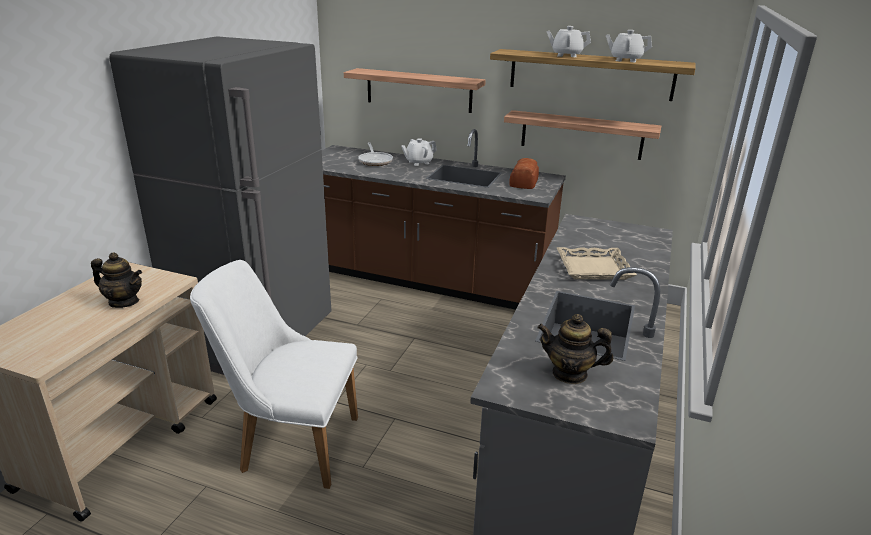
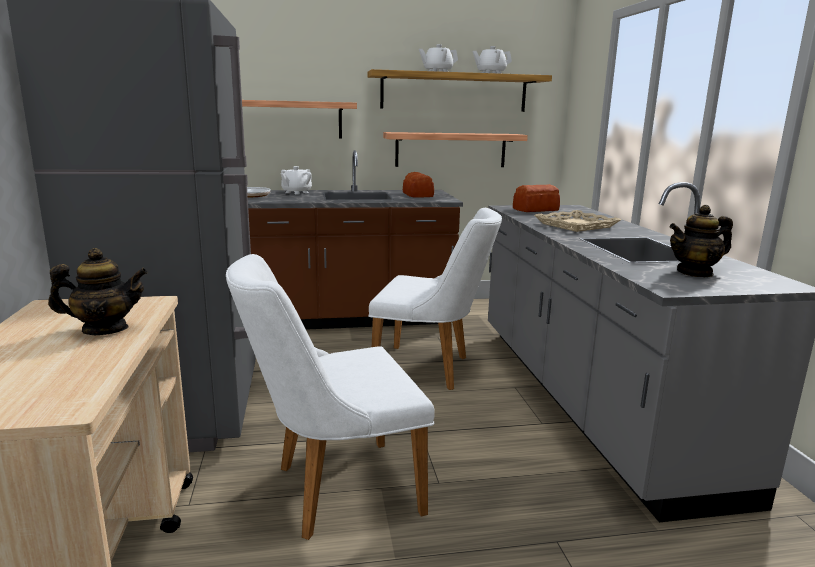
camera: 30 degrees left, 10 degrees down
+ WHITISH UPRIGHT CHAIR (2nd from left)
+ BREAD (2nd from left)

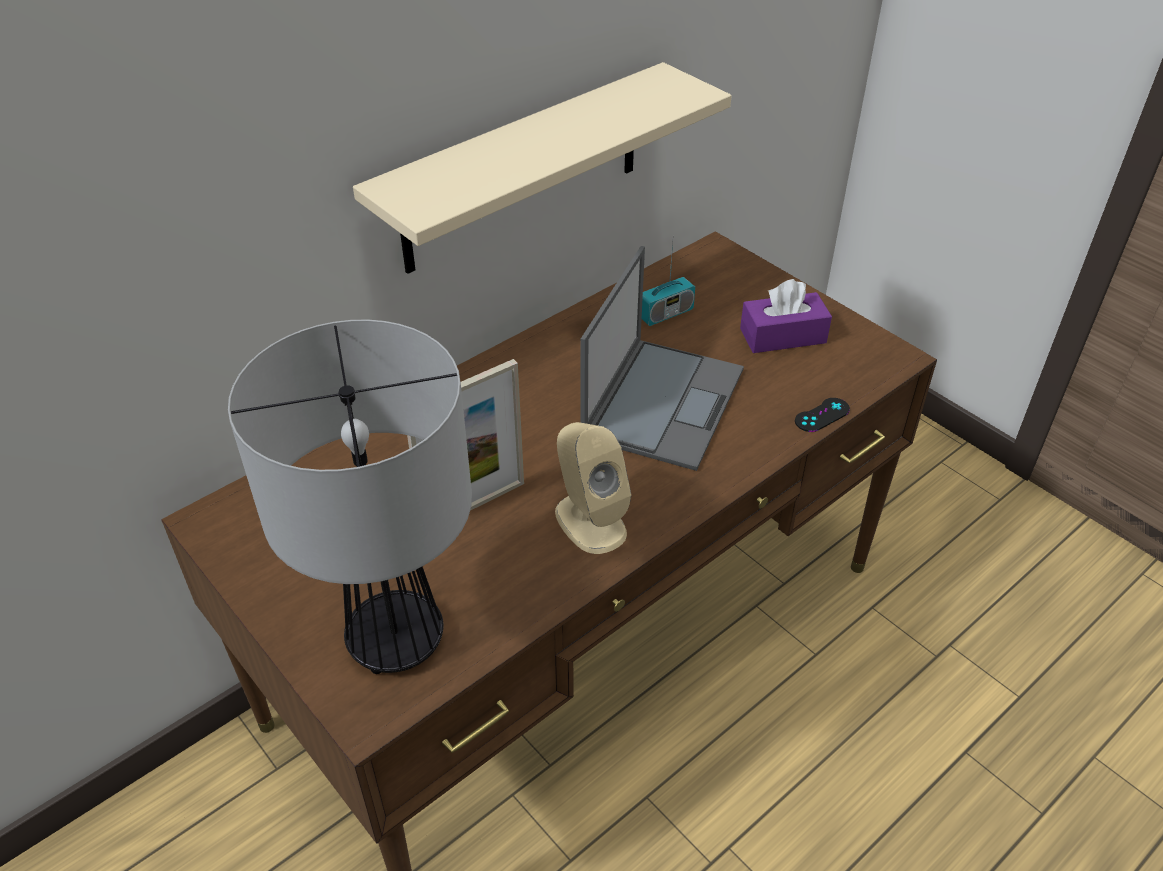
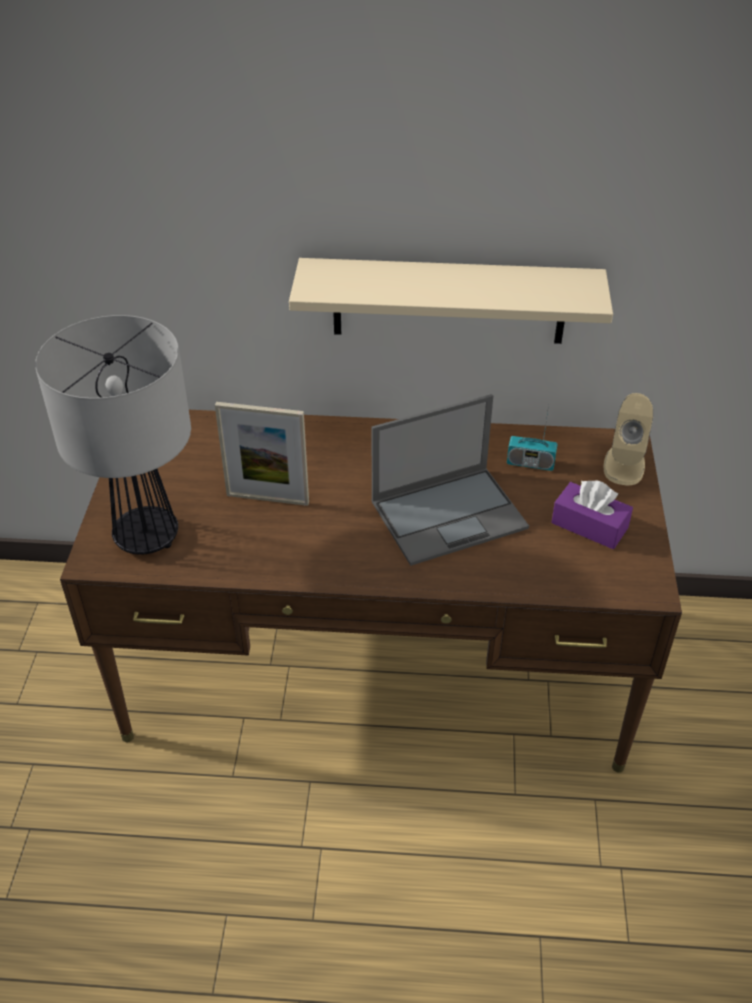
camera: 45 degrees right, 0 degrees up
~ SAND-COLOURED SPEAKER
- BLACK-COLOURED GAME CONTROLLER

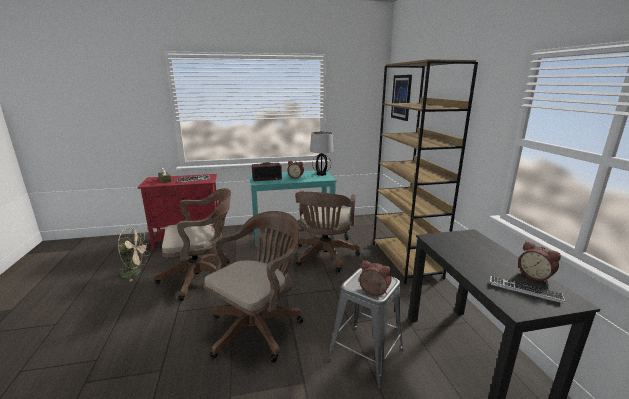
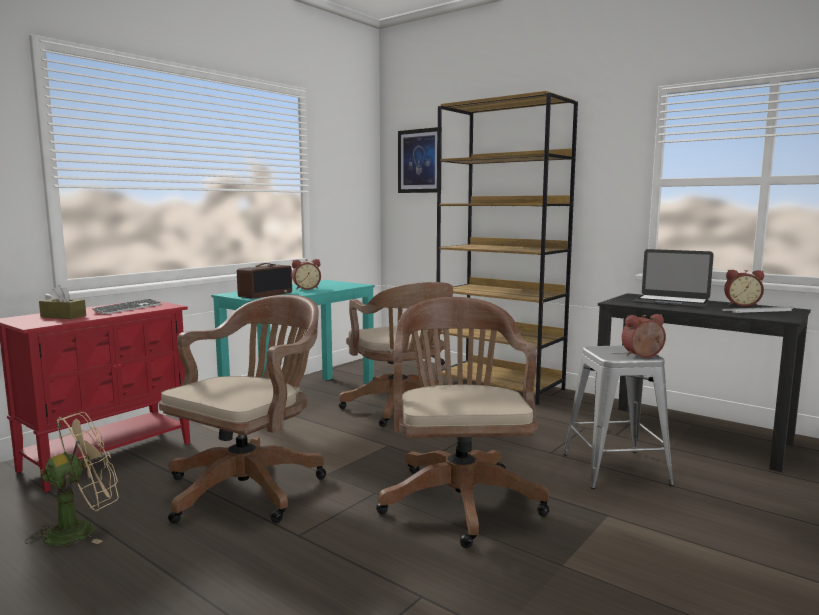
camera: 40 degrees left, 10 degrees down
+ NOTEBOOK COMPUTER
- TABLETOP LAMP

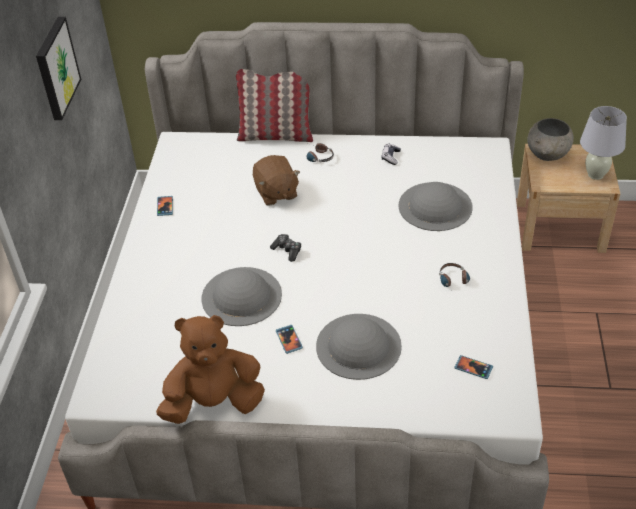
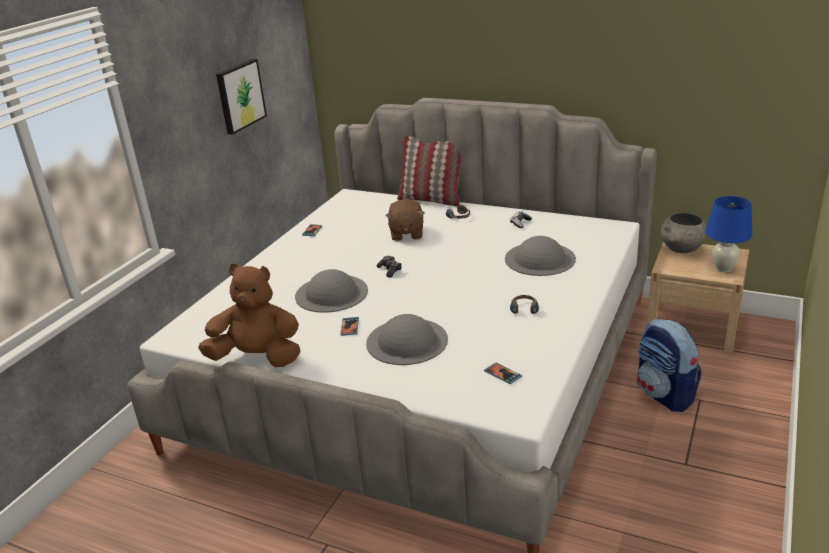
camera: 20 degrees right, 15 degrees down
+ KNAPSACK
~ WHITISH TABLETOP LAMP to BLUE TABLETOP LAMP

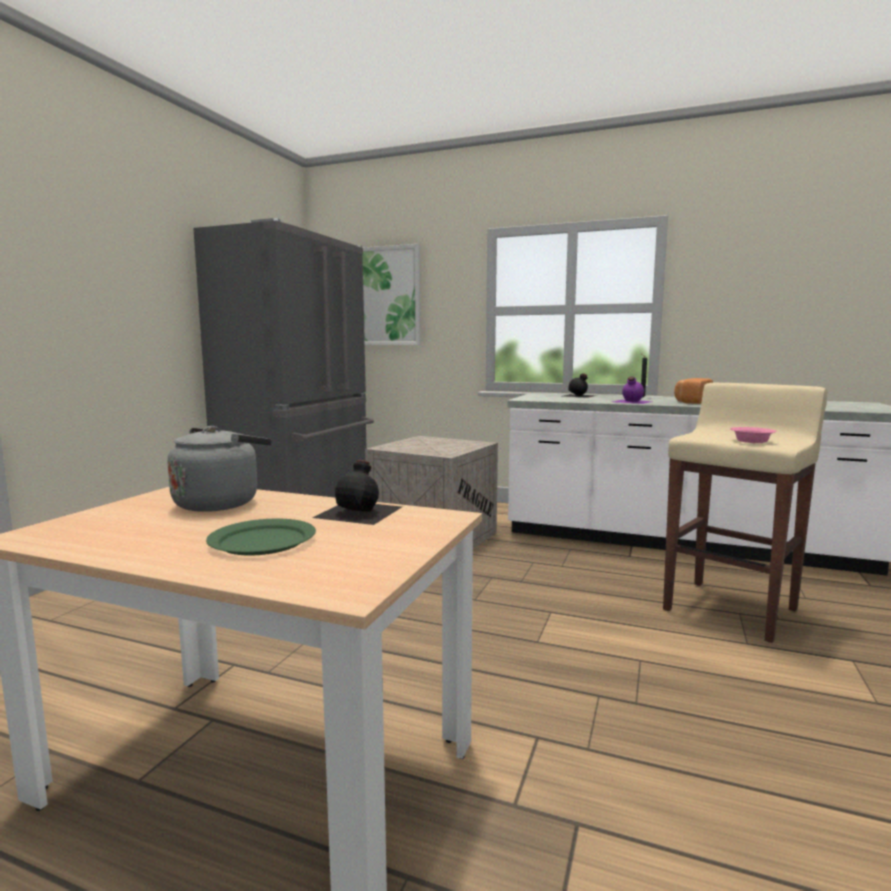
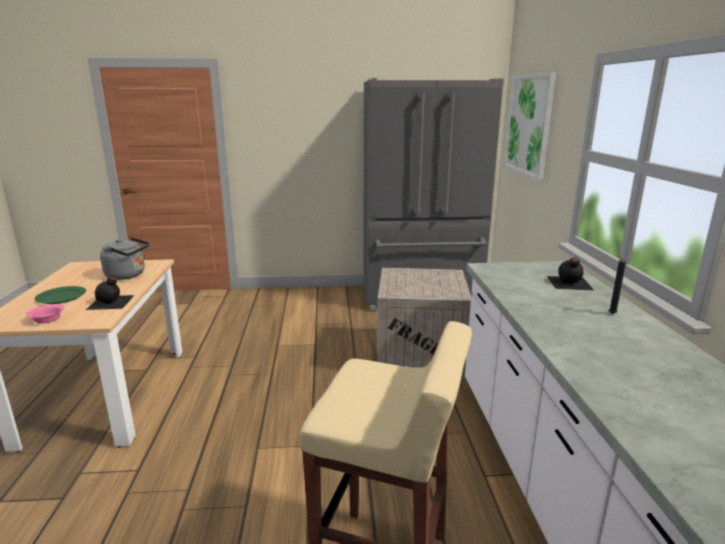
camera: 65 degrees right, 10 degrees up
~ PINK SERVING BOWL
- PURPLE-COLOURED BEVERAGE BOTTLE
- BREAD

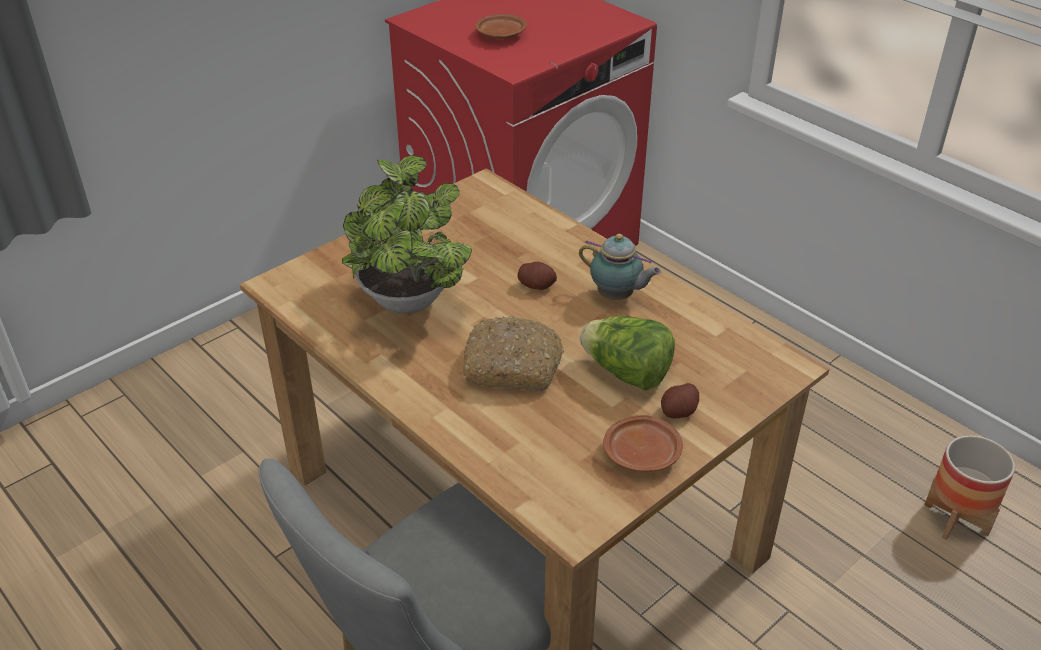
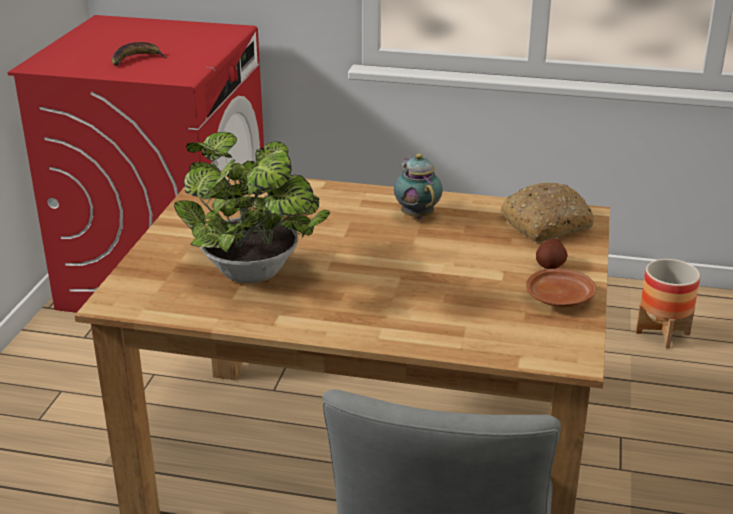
camera: 35 degrees left, 10 degrees down
~ BROWN-COLOURED PLATE (1st from left) to BANANA
~ TEAPOT 105 degrees counterclockwise
~ BREAD
- SPUD (1st from left)
- LETTUCE HEAD

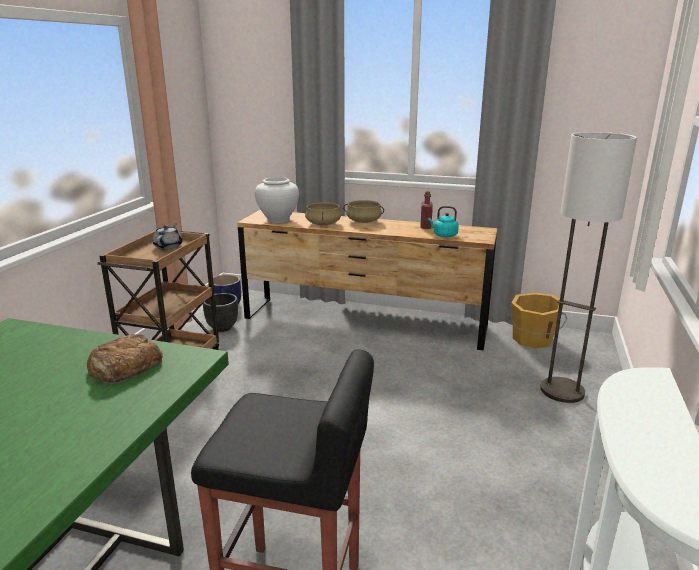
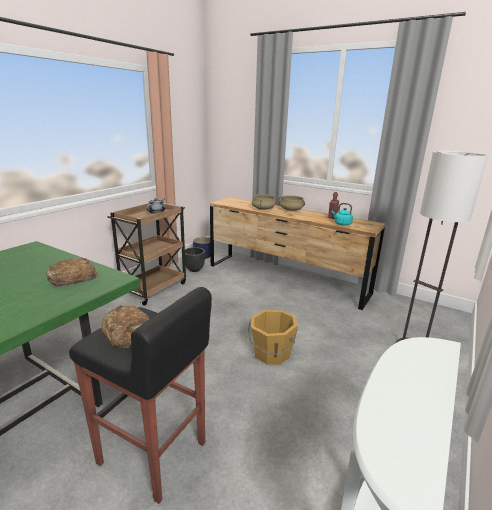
camera: 15 degrees right, 0 degrees up
+ BREAD (2nd from left)
~ ORANGE-COLOURED BUCKET
- WHITISH FLOWER VASE

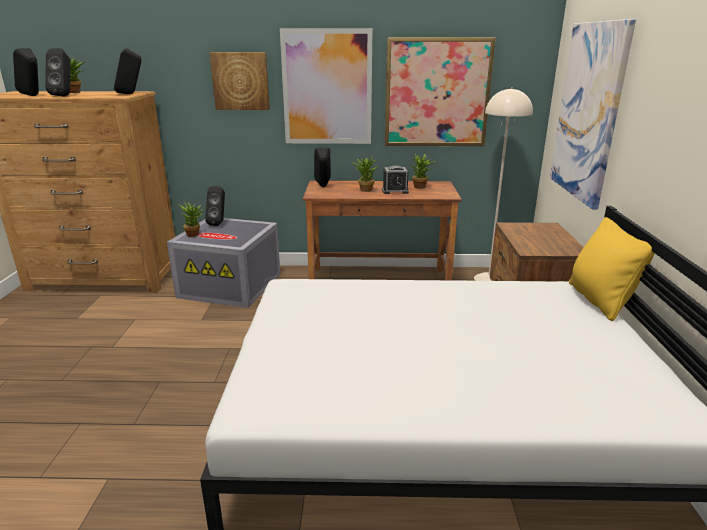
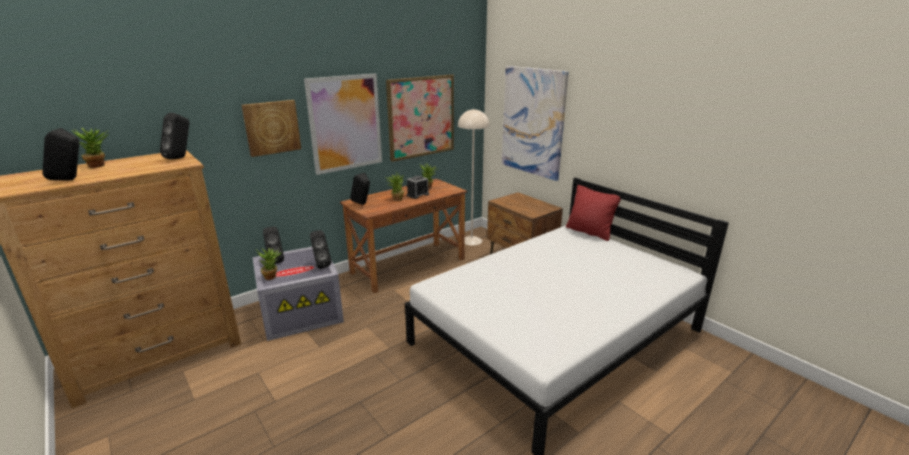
camera: 40 degrees left, 0 degrees up
~ BLACK-COLOURED SPEAKER (2nd from left in the first image) to BLACK-COLOURED SPEAKER (4th from left)
~ YELLOW PILLOW to RED-COLOURED PILLOW

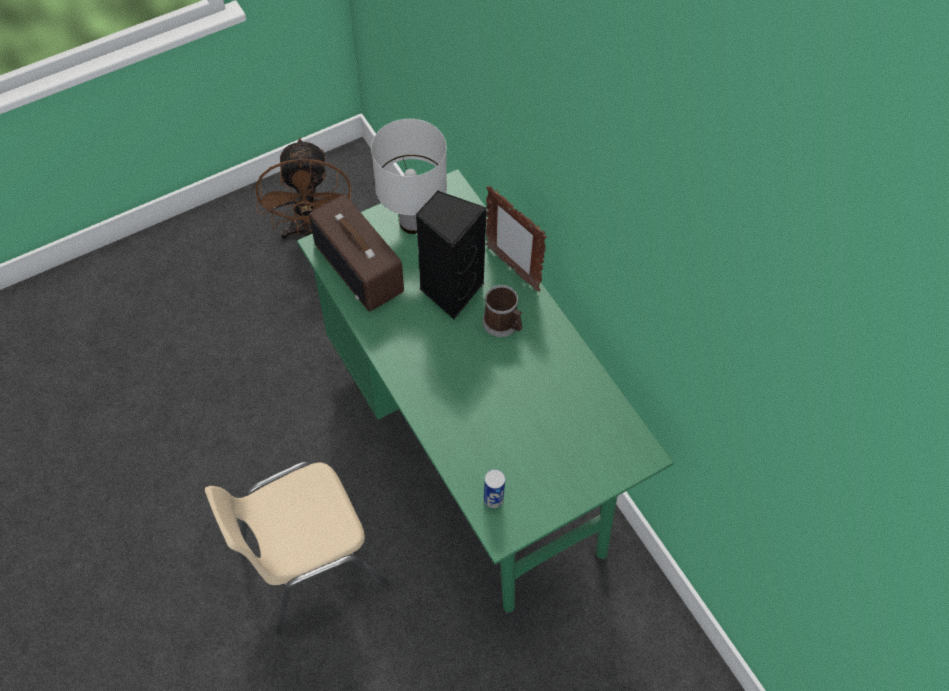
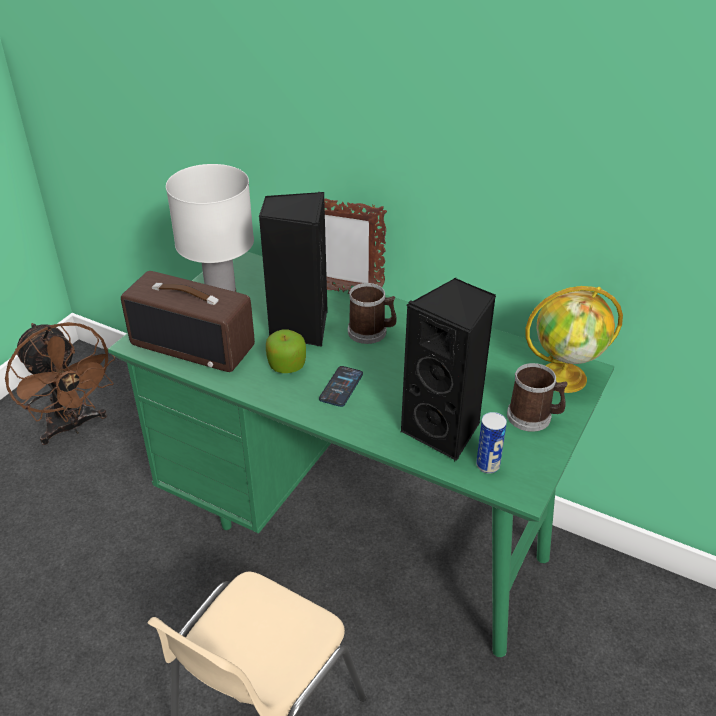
camera: 30 degrees left, 20 degrees down
+ WHOLE APPLE
+ PHONE
+ BLACK-COLOURED SPEAKER (2nd from left)
+ COFFEE MUG (2nd from left)
+ GLOBE

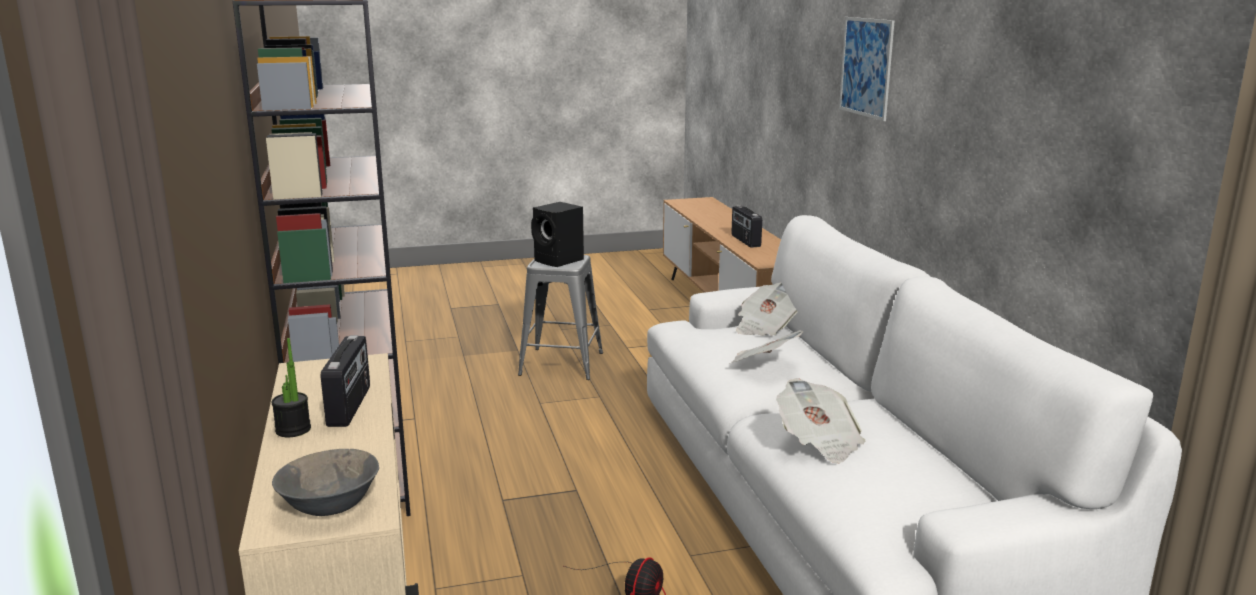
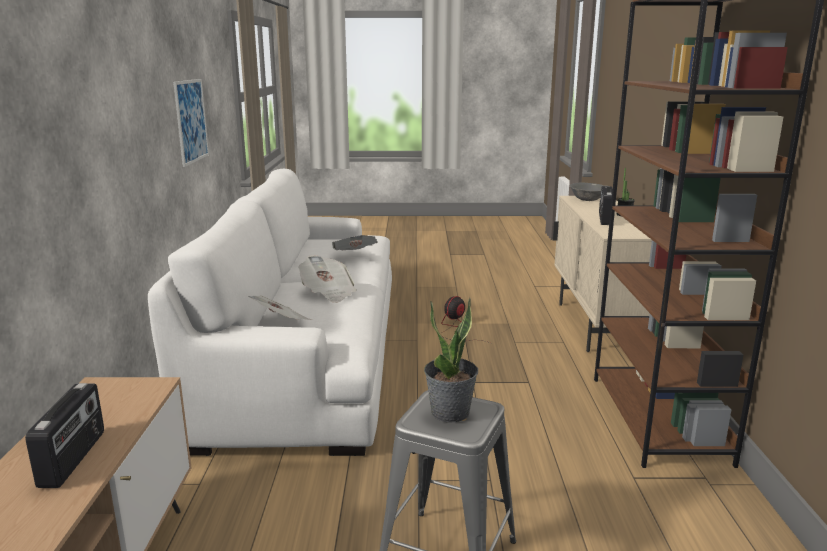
camera: 165 degrees left, 0 degrees up
~ WALL ART
~ BLACK-COLOURED SPEAKER to POTTED PLANT (1st from left)

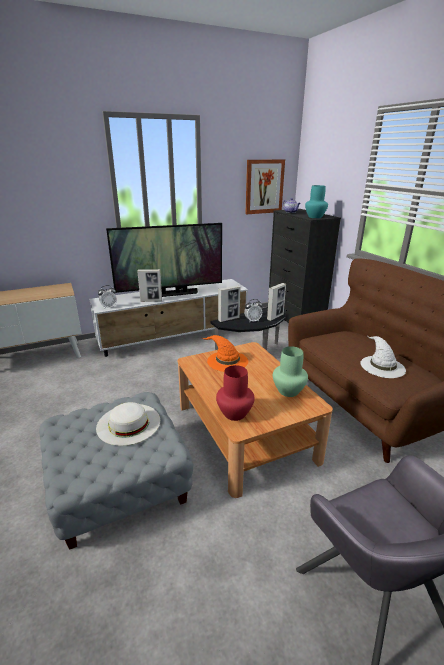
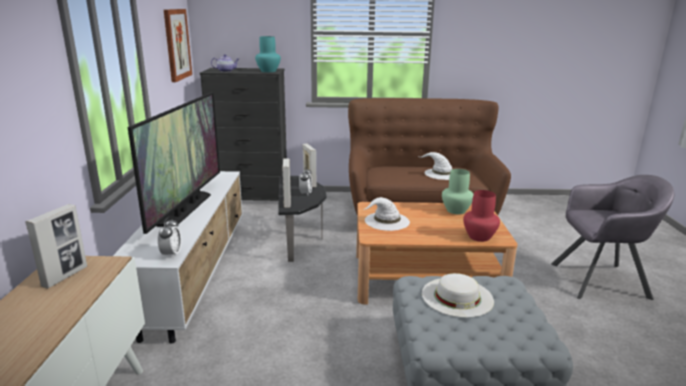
camera: 65 degrees left, 5 degrees down
~ PHOTO FRAME (1st from left)
~ ORANGE-COLOURED WEARABLE HAT to WHITISH WEARABLE HAT (1st from left)

